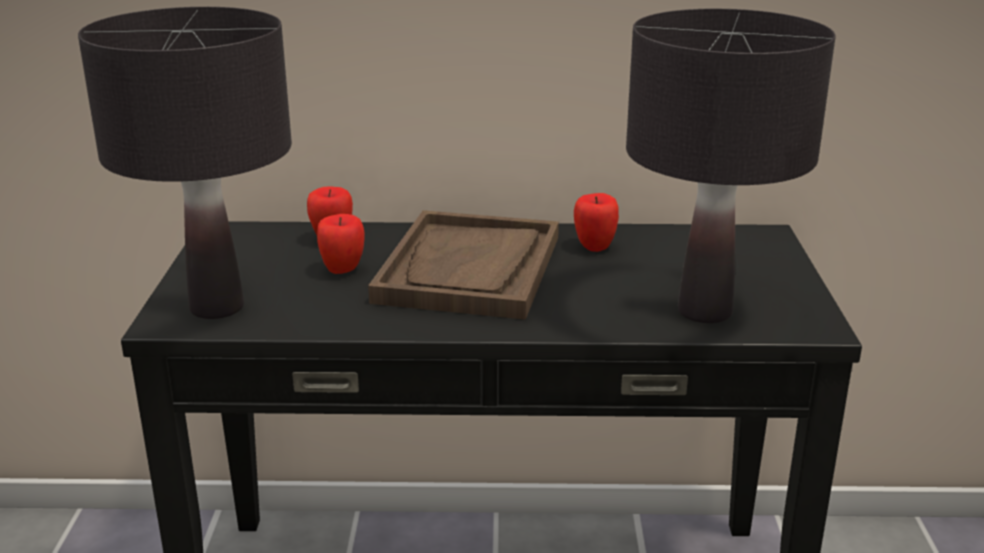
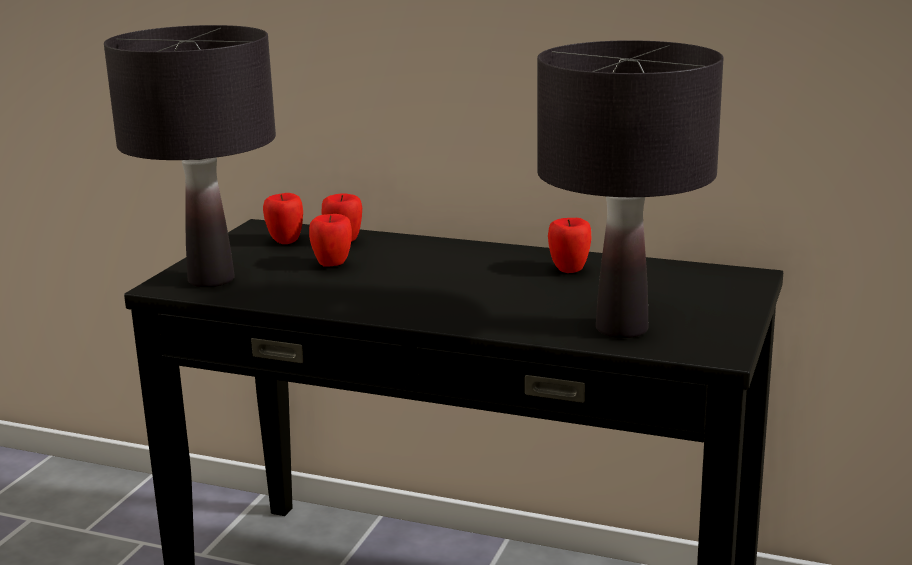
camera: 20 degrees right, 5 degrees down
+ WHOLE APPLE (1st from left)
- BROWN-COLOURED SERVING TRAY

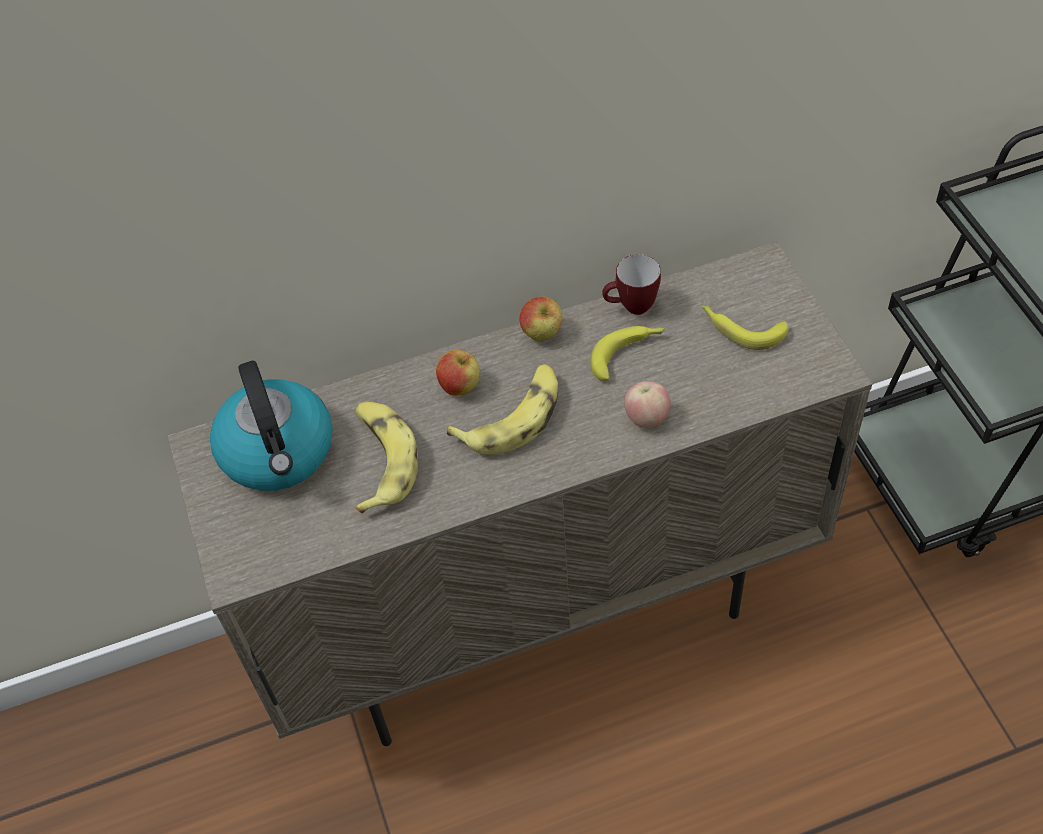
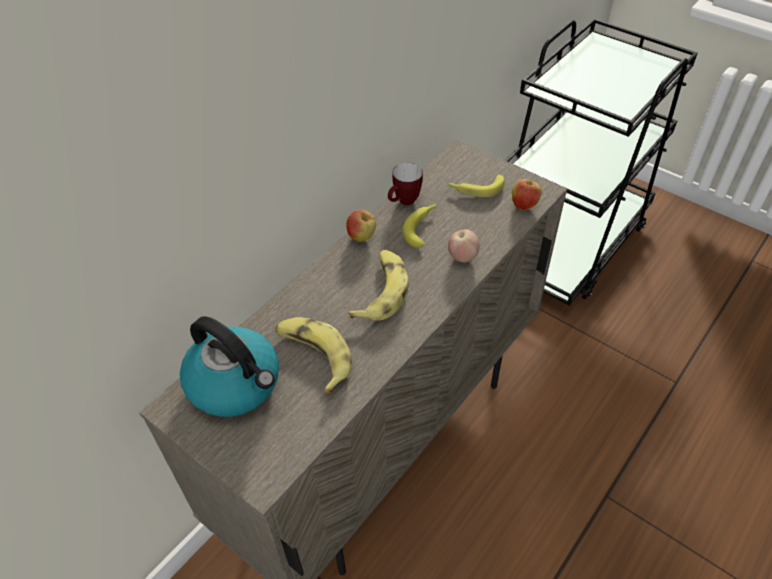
camera: 35 degrees left, 5 degrees down
~ WHOLE APPLE (1st from left in the first image) to WHOLE APPLE (3rd from left)

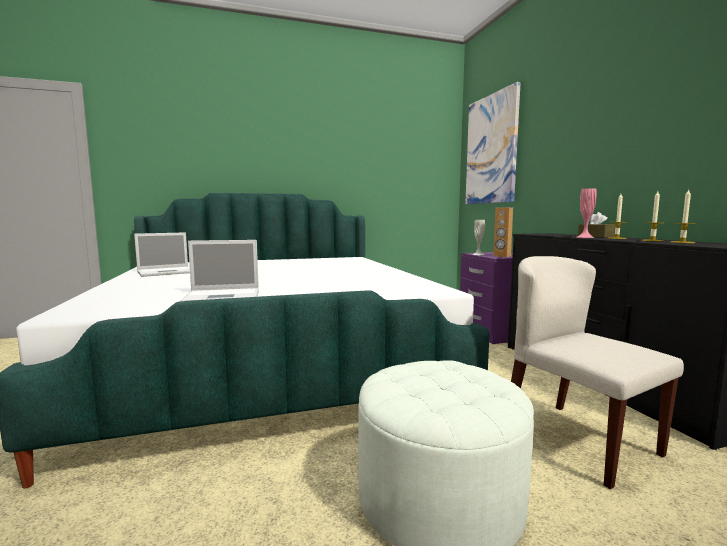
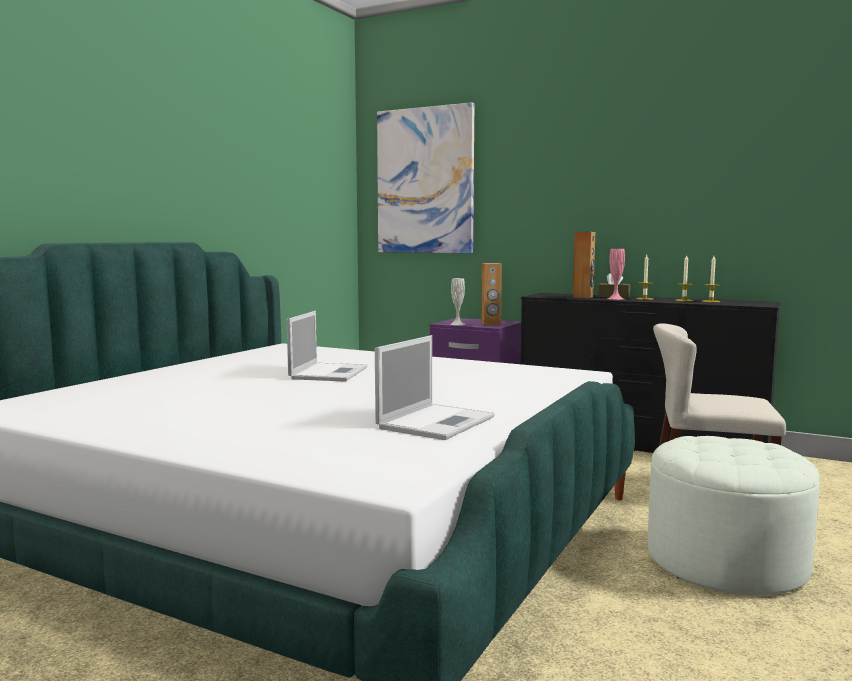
camera: 45 degrees left, 0 degrees up
~ NOTEBOOK COMPUTER (1st from left)
+ BROWN-COLOURED SPEAKER (2nd from left)

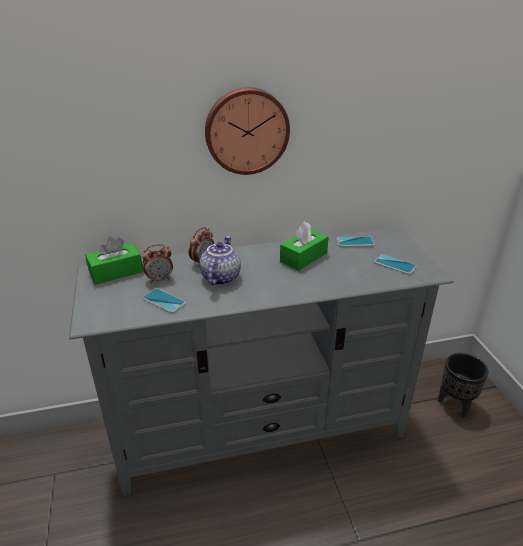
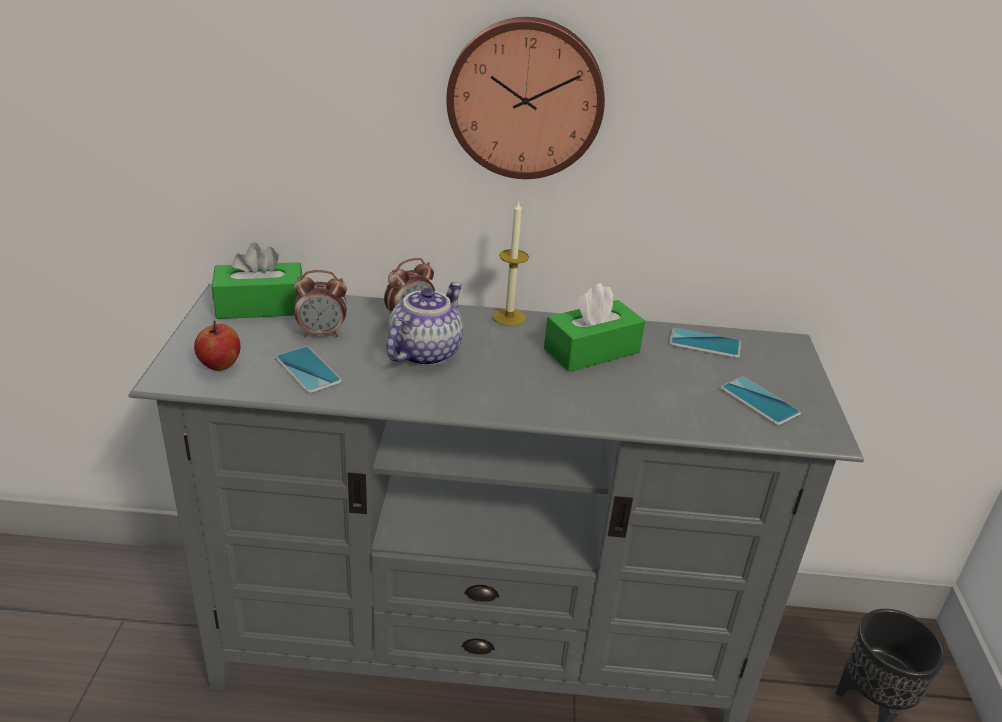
camera: 15 degrees right, 0 degrees up
+ WHOLE APPLE
+ WAX LIGHT

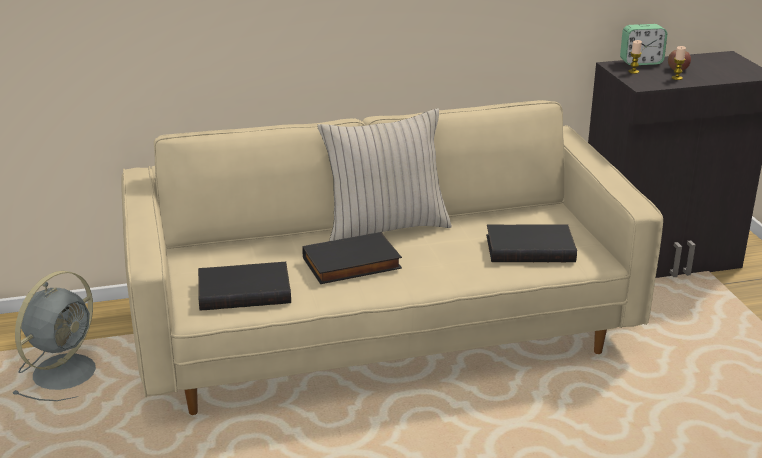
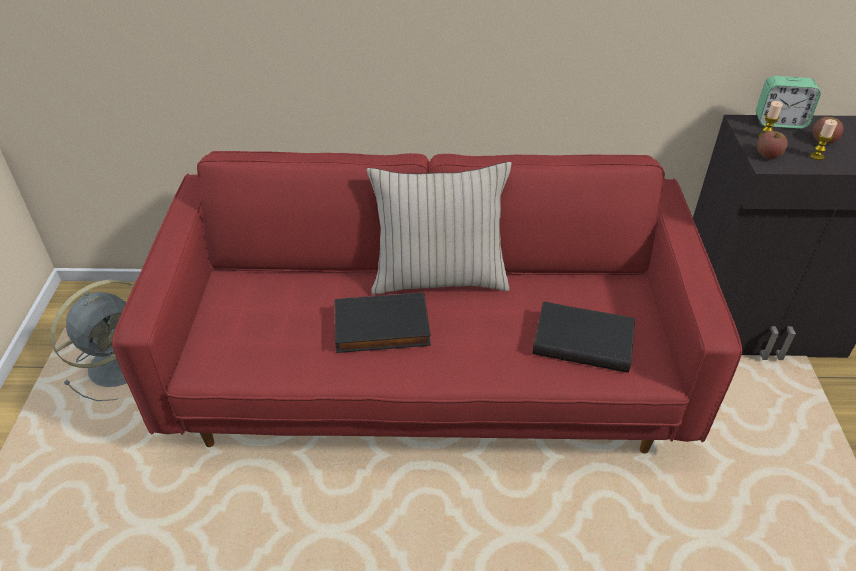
camera: 15 degrees right, 15 degrees up
~ SAND-COLOURED SETTEE to RED-COLOURED SETTEE
+ WHOLE APPLE (1st from left)
- BLACK-COLOURED VOLUME (1st from left)

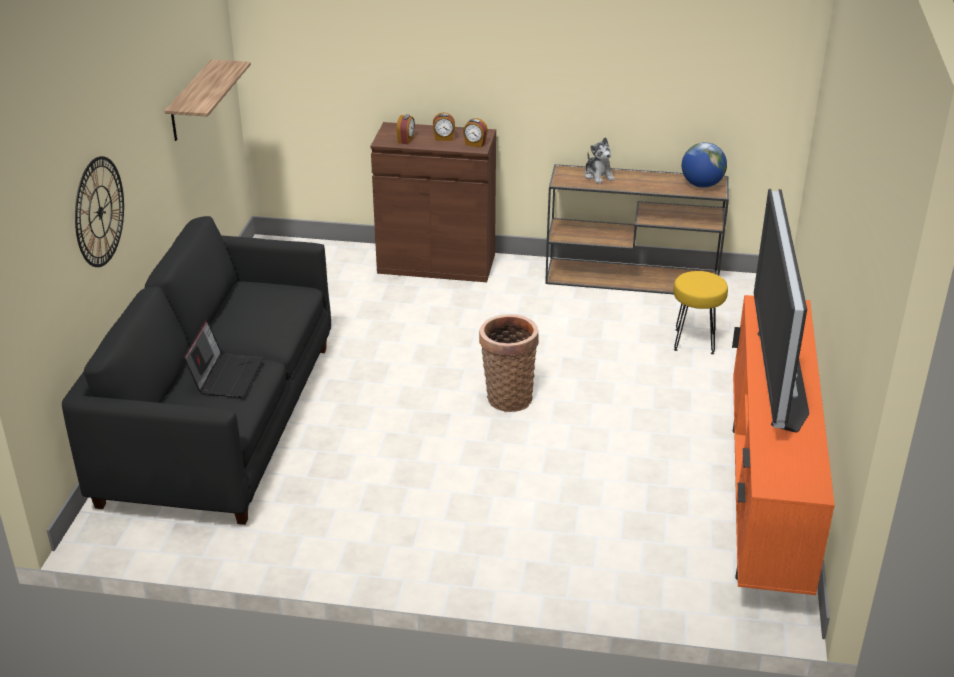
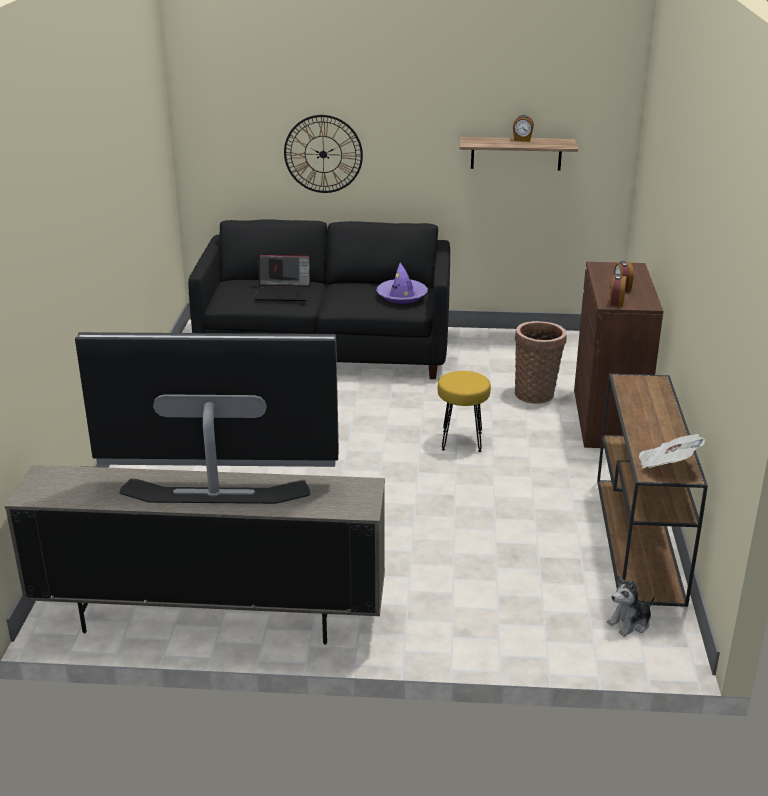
camera: 85 degrees right, 5 degrees down
~ ORANGE-COLOURED TV UNIT to SAND-COLOURED TV UNIT
+ PURPLE-COLOURED WEARABLE HAT
~ YELLOW SITTING STOOL
~ TABLE CLOCK (1st from left)
~ BASKET
~ CUDDLY TOY
~ GLOBE to DAILY PAPER

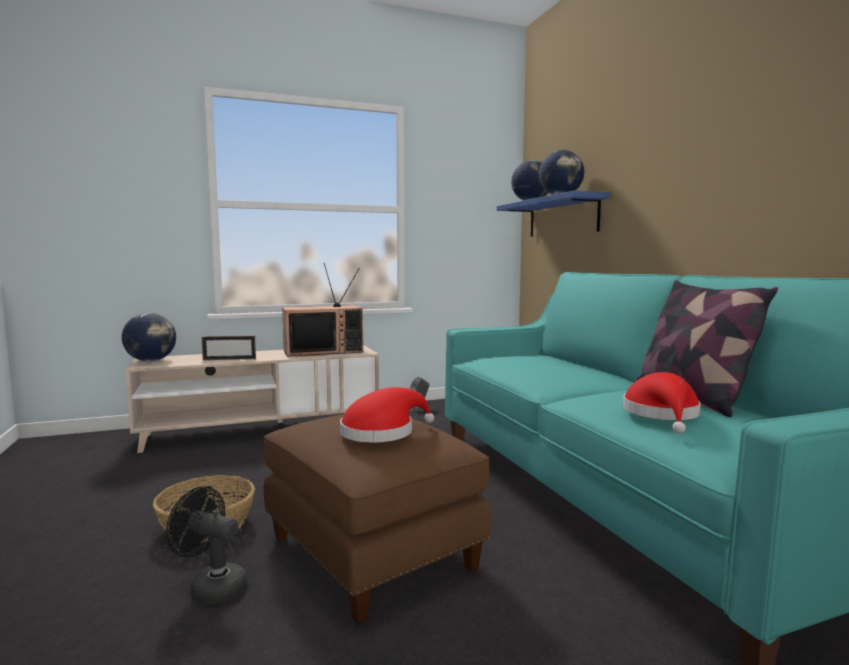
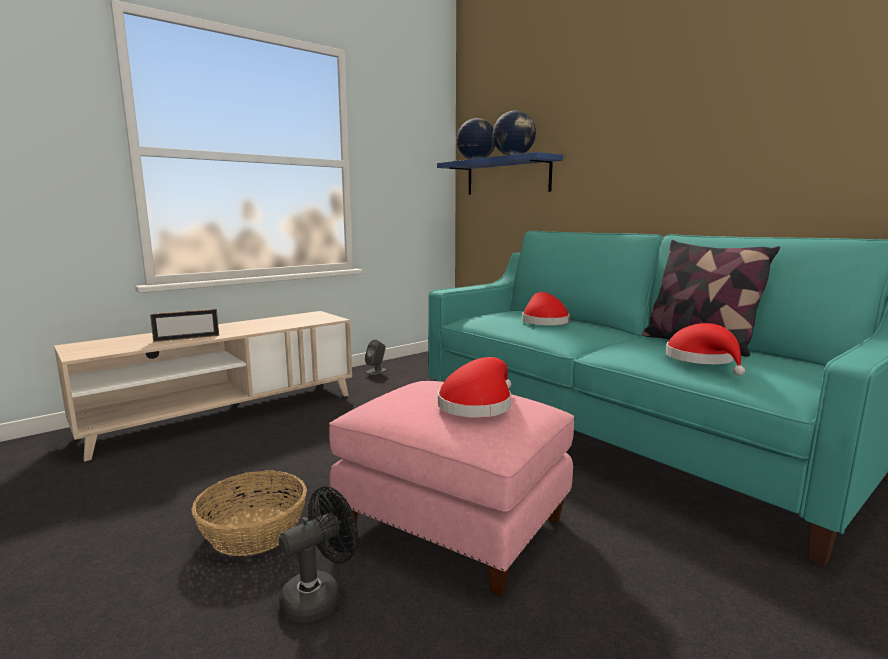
camera: 20 degrees left, 5 degrees up
~ BLACK-COLOURED COOLING FAN 135 degrees clockwise
~ BROWN-COLOURED OTTOMAN to PINK OTTOMAN
+ RED-COLOURED WEARABLE HAT (2nd from left)
- GLOBE (1st from left)
- TELEVISION

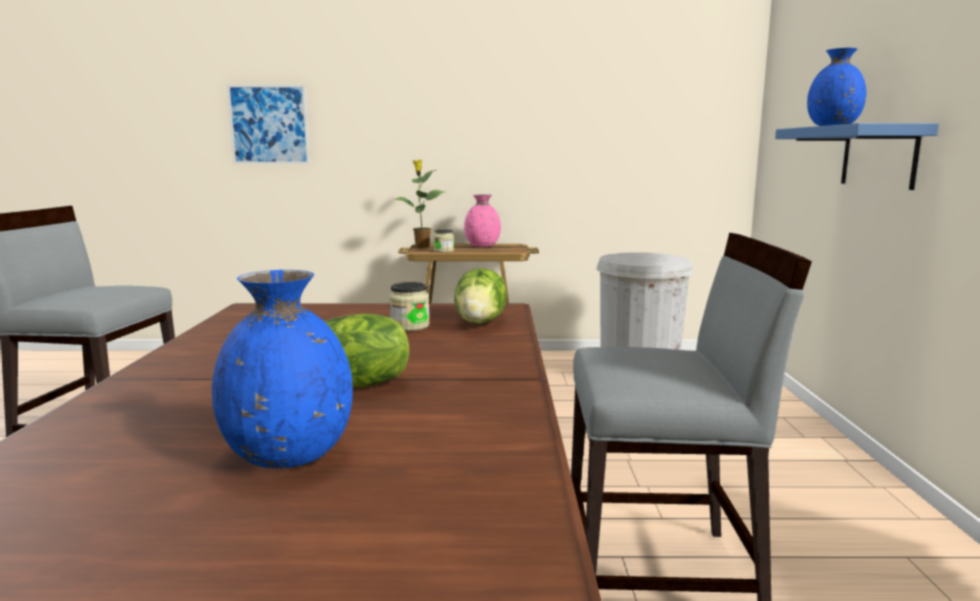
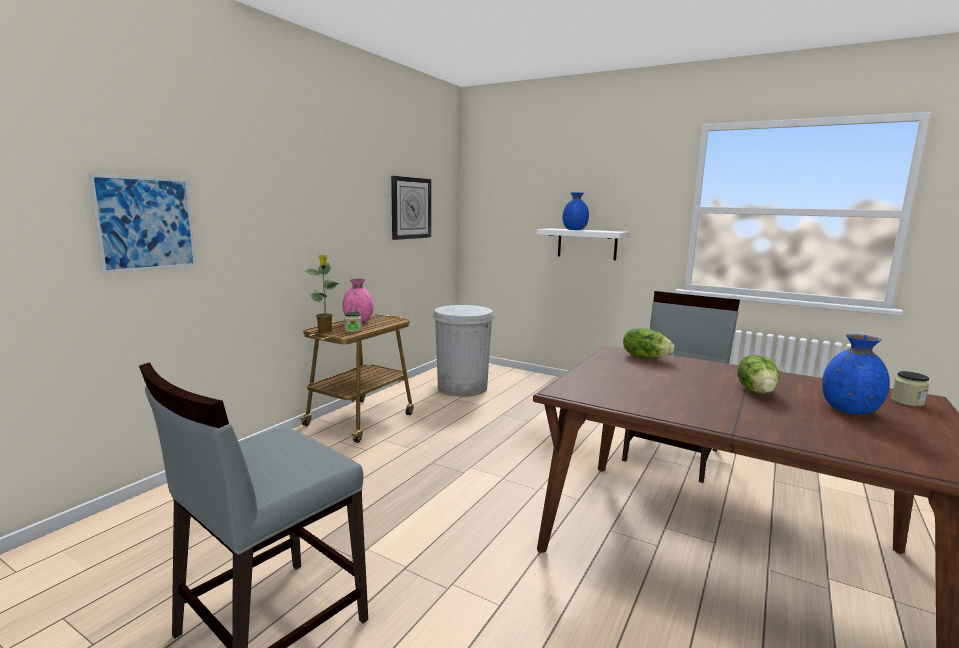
camera: 60 degrees left, 0 degrees up
+ HANGING CLOCK
~ BLUE BRACKET SHELF to WHITISH BRACKET SHELF
~ PRESERVE JAR (1st from left in the first image) to PRESERVE JAR (2nd from left)

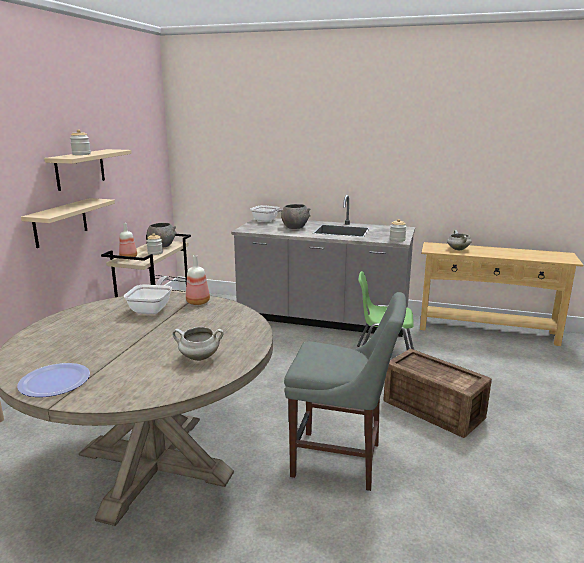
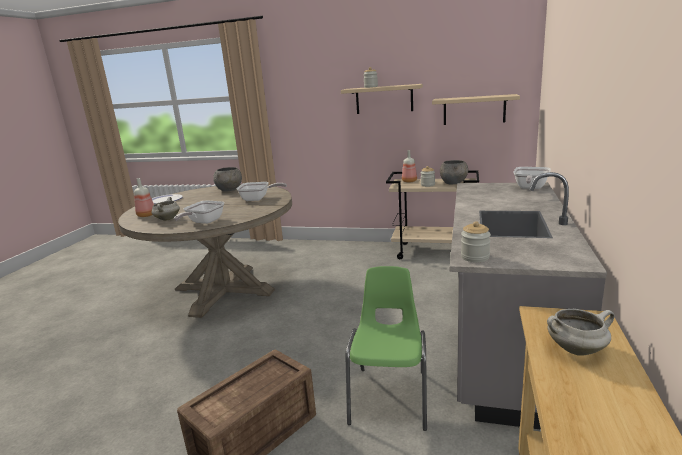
camera: 90 degrees right, 0 degrees up
~ BEVERAGE BOTTLE (2nd from left in the first image) to BEVERAGE BOTTLE (1st from left)
+ FRYING PAN (1st from left)
~ GREYISH SERVING BOWL (2nd from left in the first image) to GREYISH SERVING BOWL (1st from left)
~ SAND-COLOURED BRACKET SHELF (1st from left in the first image) to SAND-COLOURED BRACKET SHELF (2nd from left)
- GREYISH UPRIGHT CHAIR

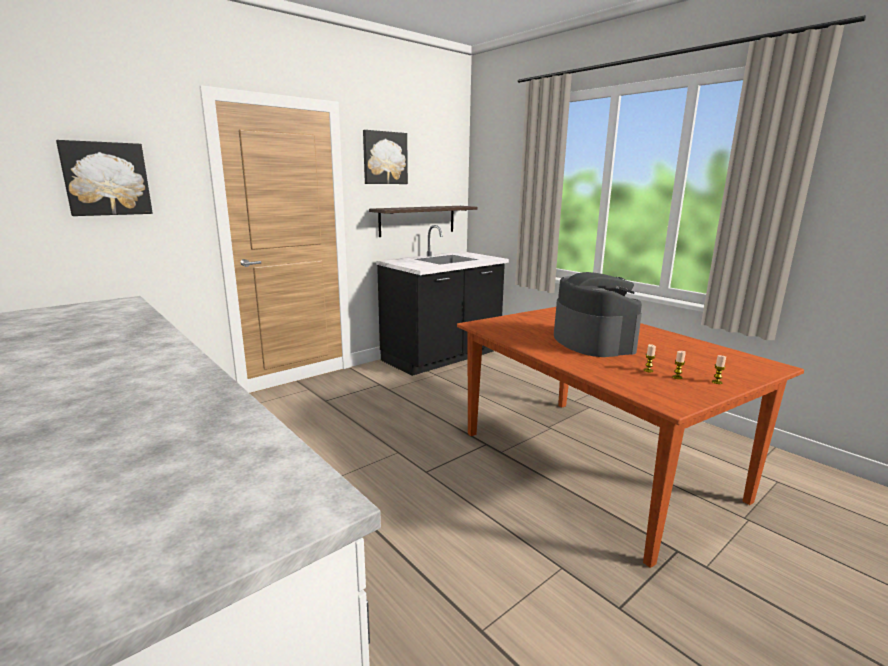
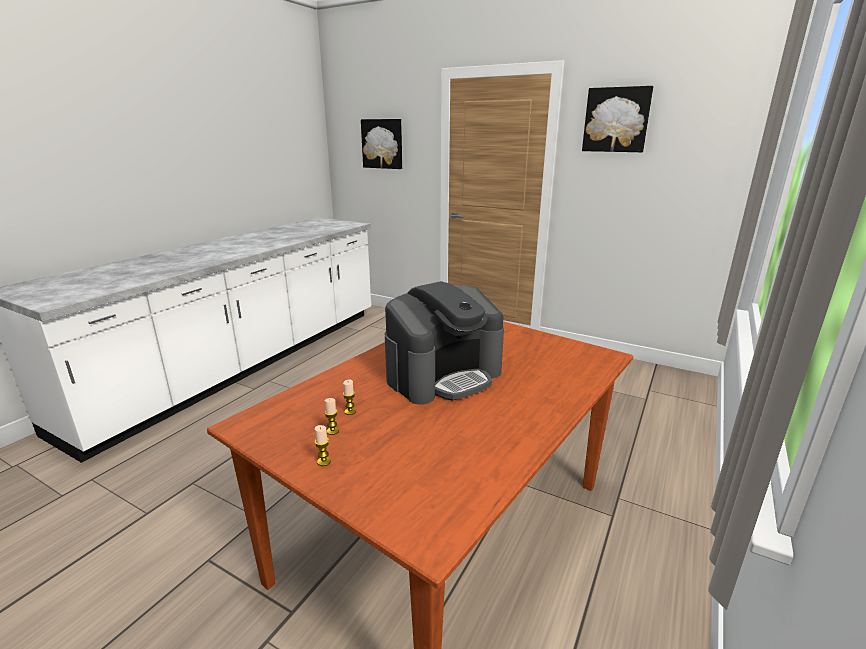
camera: 70 degrees right, 5 degrees up
- BRACKET SHELF
- BLACK-COLOURED KITCHEN COUNTER

